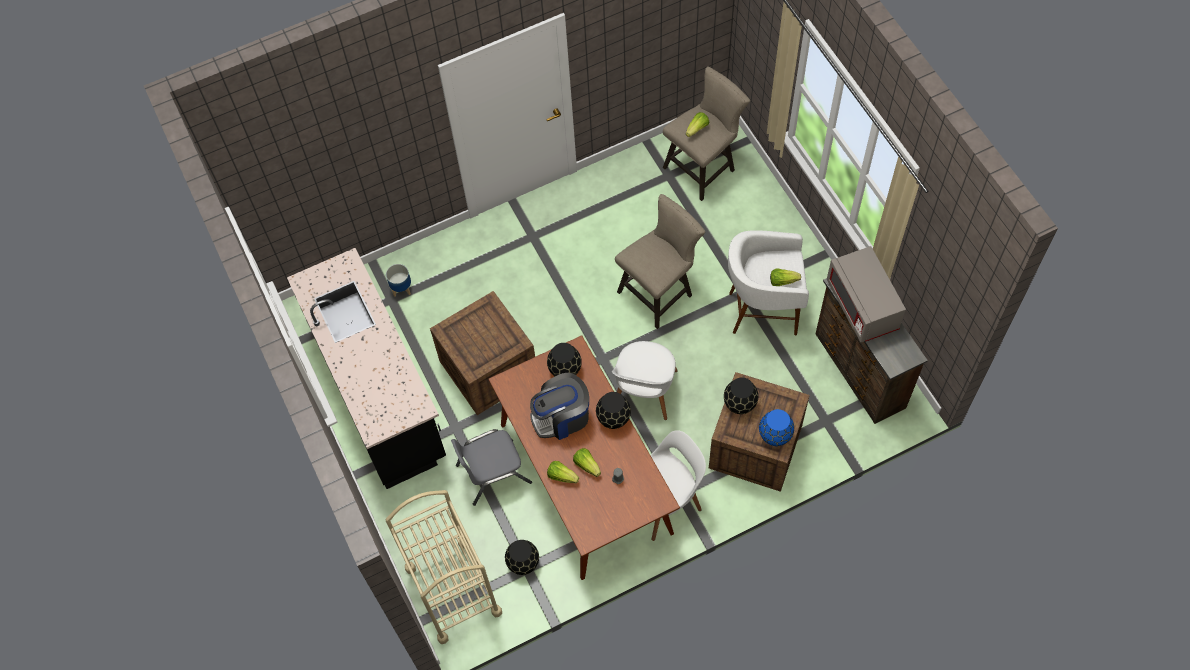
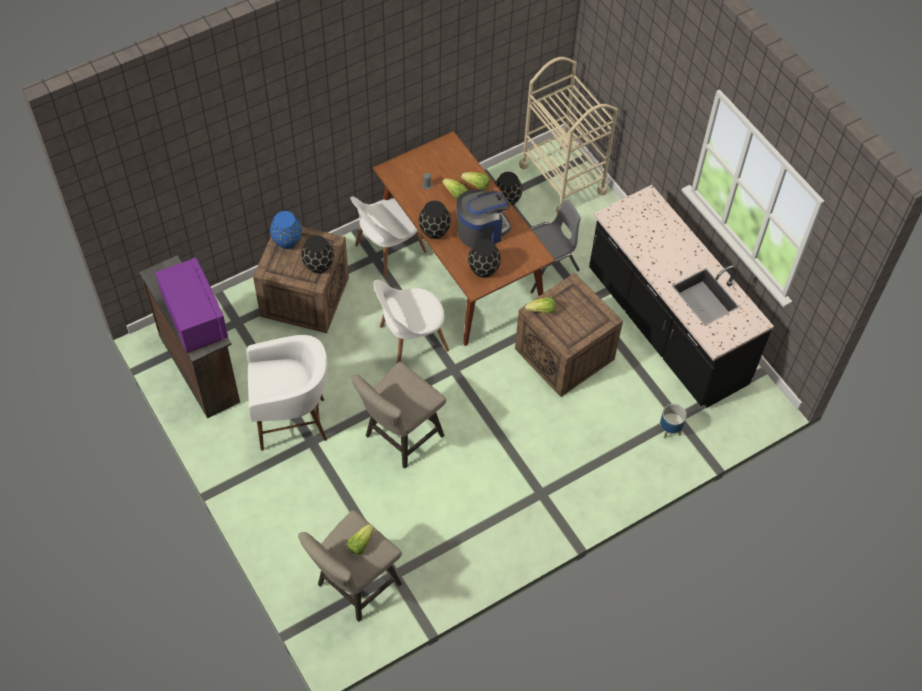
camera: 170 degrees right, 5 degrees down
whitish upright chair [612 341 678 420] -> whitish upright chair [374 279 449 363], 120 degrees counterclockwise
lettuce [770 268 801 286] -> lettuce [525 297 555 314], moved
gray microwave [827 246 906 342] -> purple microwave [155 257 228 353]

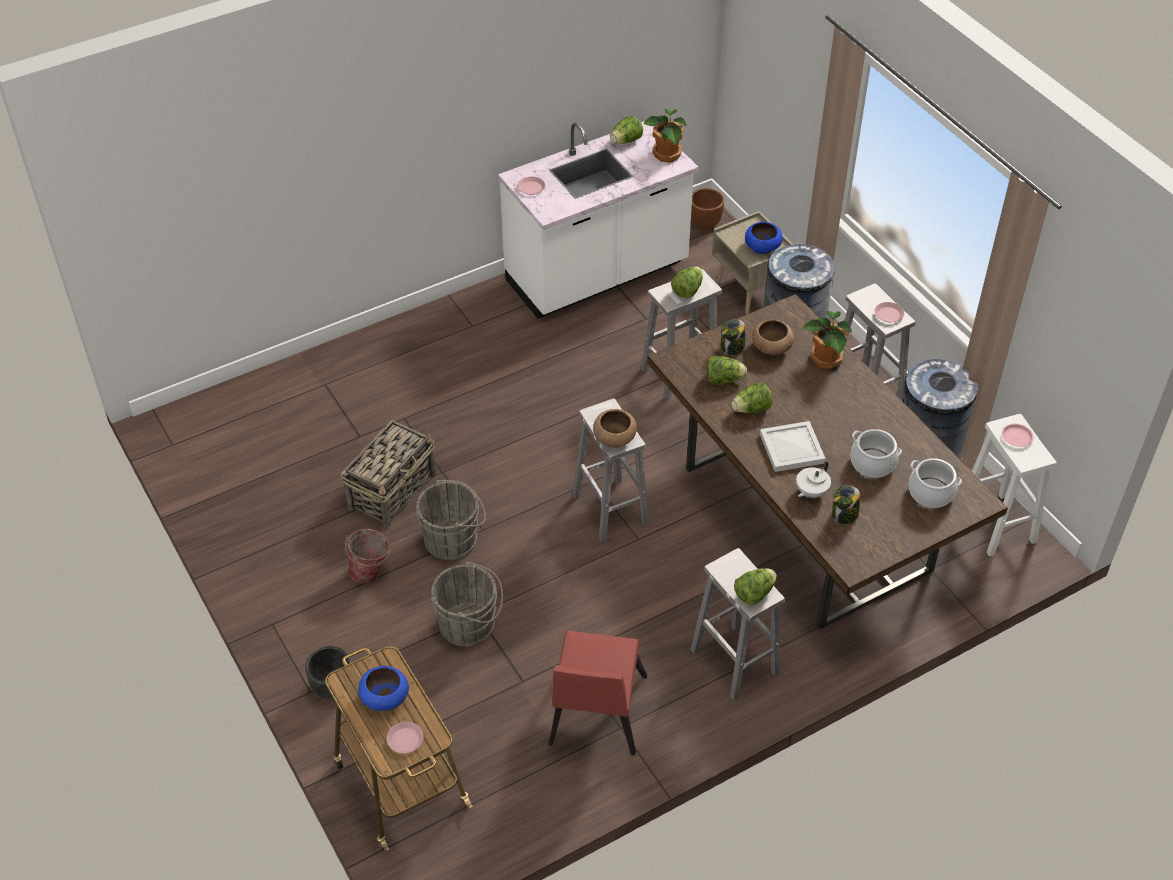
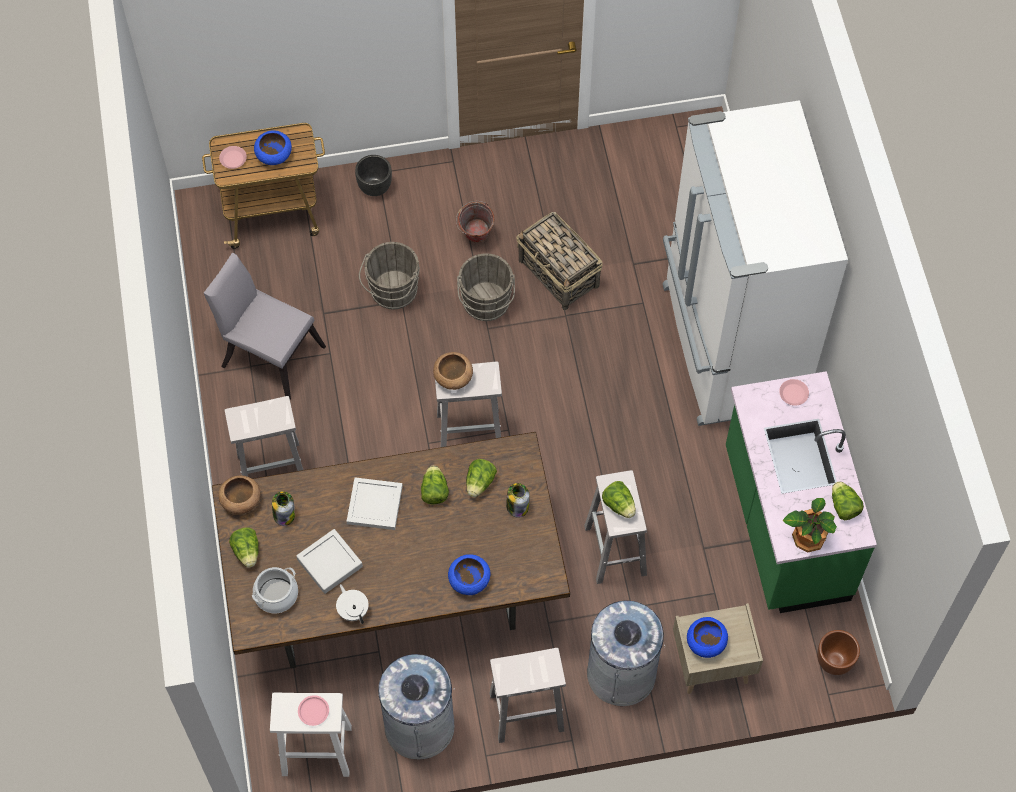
camera: 110 degrees right, 15 degrees up
whitish kitchen counter [498 121 699 319] -> greenish kitchen counter [726 371 877 613]
red upright chair [549 630 647 756] -> gray upright chair [204 253 326 400]
lettuce [734 568 777 605] -> lettuce [229 528 259 568], moved
brownish serving bowl [752 319 794 356] -> brownish serving bowl [218 475 260 515], moved
whitish tea pot [796 461 831 498] -> whitish tea pot [336 584 369 624], moved
houseplant [803 311 852 369] -> blue serving bowl [448 554 490 595]
saucepot [850 429 902 478] -> gray serving tray [296 529 363 594]
pink-coloured flat dish [875 302 904 322] -> none
none -> whitish kitchen fridge [662 100 848 426]

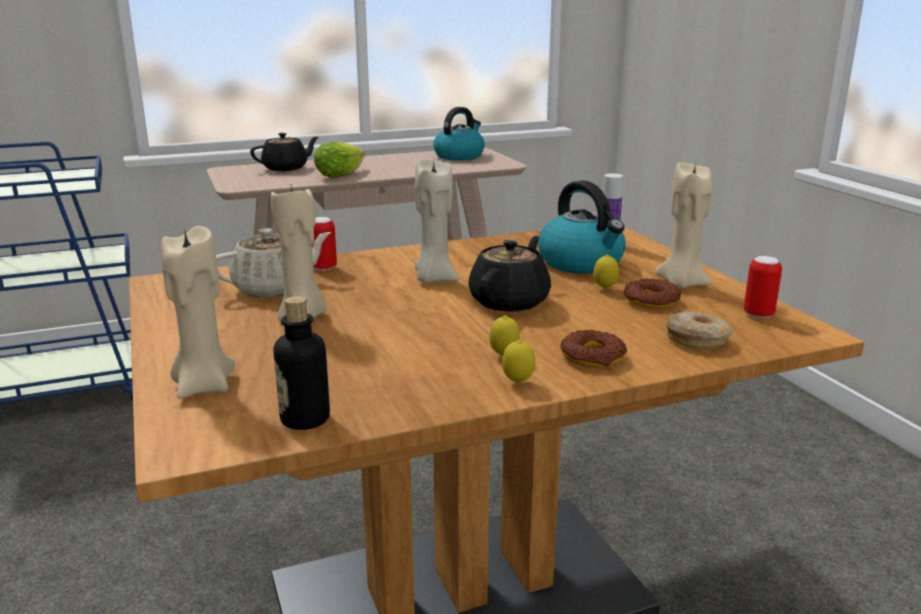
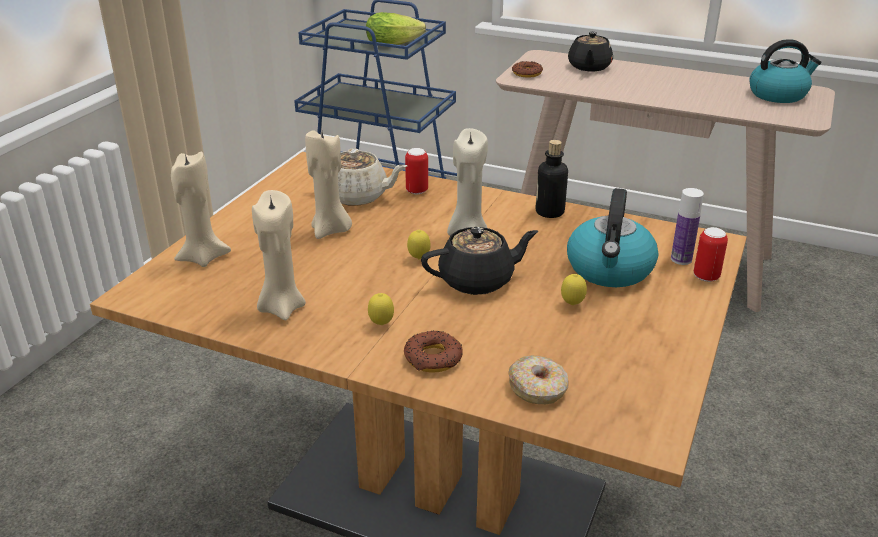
camera: 45 degrees right, 10 degrees up
blackish tea pot [250 133 319 171] -> blackish tea pot [568 32 613 71], 90 degrees clockwise
beverage bottle [273 296 330 430] -> beverage bottle [536 140 568 218], moved
lettuce [314 142 365 178] -> lettuce [366 12 426 45], moved
citrus fruit [502 340 535 384] -> citrus fruit [407 230 430 259], moved
doughnut [624 278 681 309] -> doughnut [512 61 543 78], moved
beige-coloured candle [655 162 712 289] -> beige-coloured candle [252 190 306 320], moved
metal can [744 256 782 319] -> metal can [694 227 728 282], moved

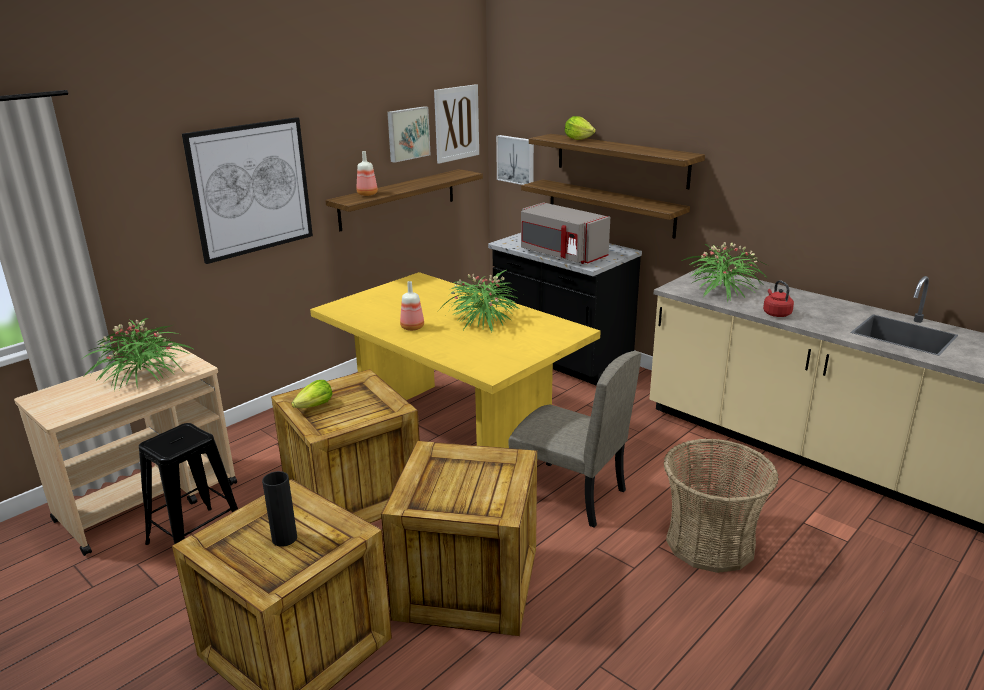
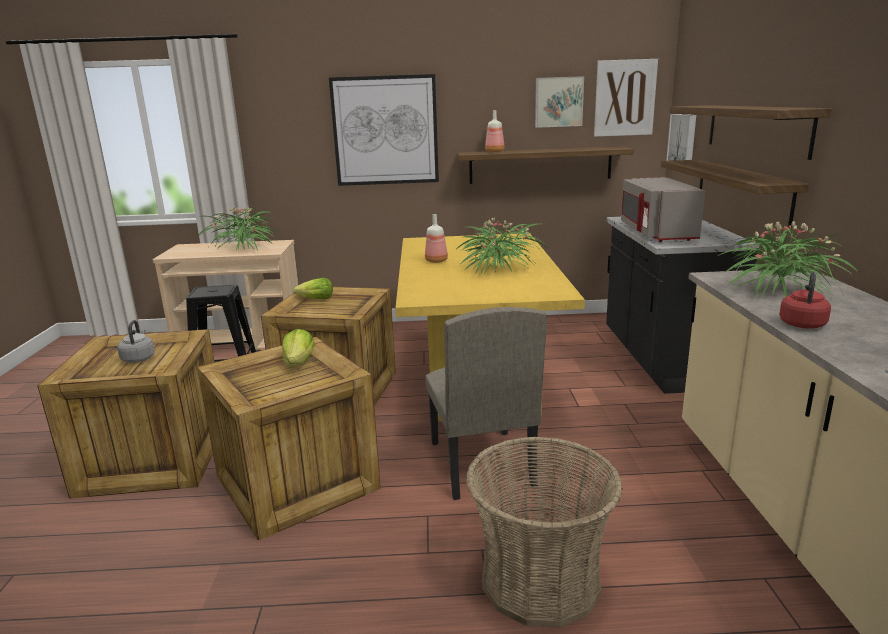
camera: 45 degrees right, 5 degrees down
blackish decorative vase [262 471 297 547] -> gray water kettle [117 320 155 363]
lettuce [565 116 596 140] -> lettuce [282 329 315 366], moved

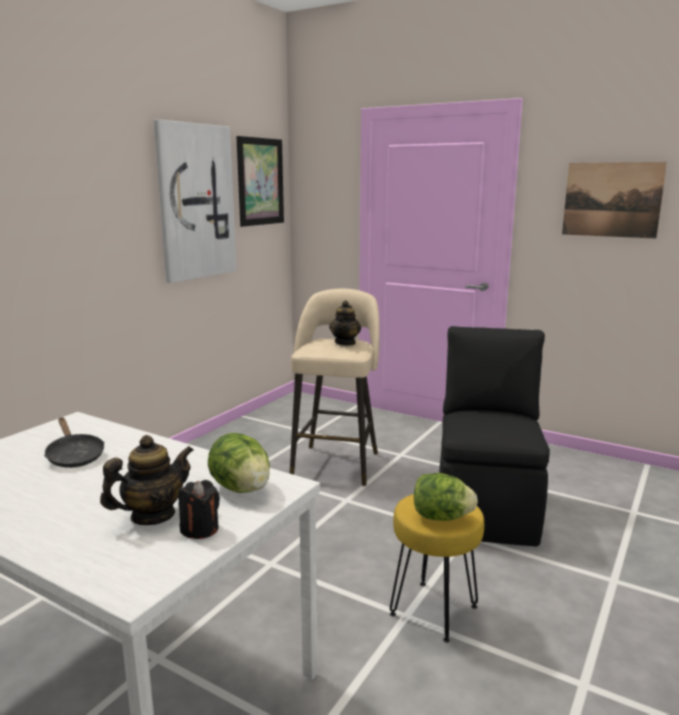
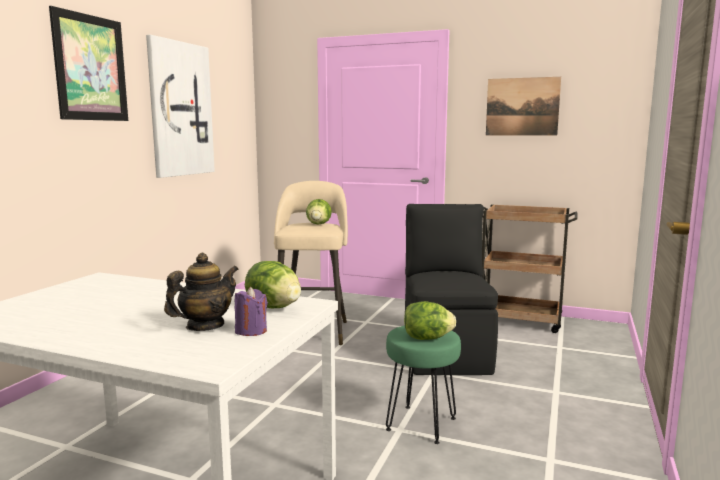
camera: 10 degrees left, 5 degrees down
blackish pan [44 417 104 468] -> none
blackish candle [178 480 220 539] -> purple candle [235 287 268 336]
picture [236 136 284 227] -> picture [49 6 128 121], moved
tea pot [329 300 361 345] -> lettuce [306 199 332 224]
yellowish stool seat [390 494 484 643] -> greenish stool seat [386 326 461 444]
none -> brownish wheeled cart [482 204 578 333]

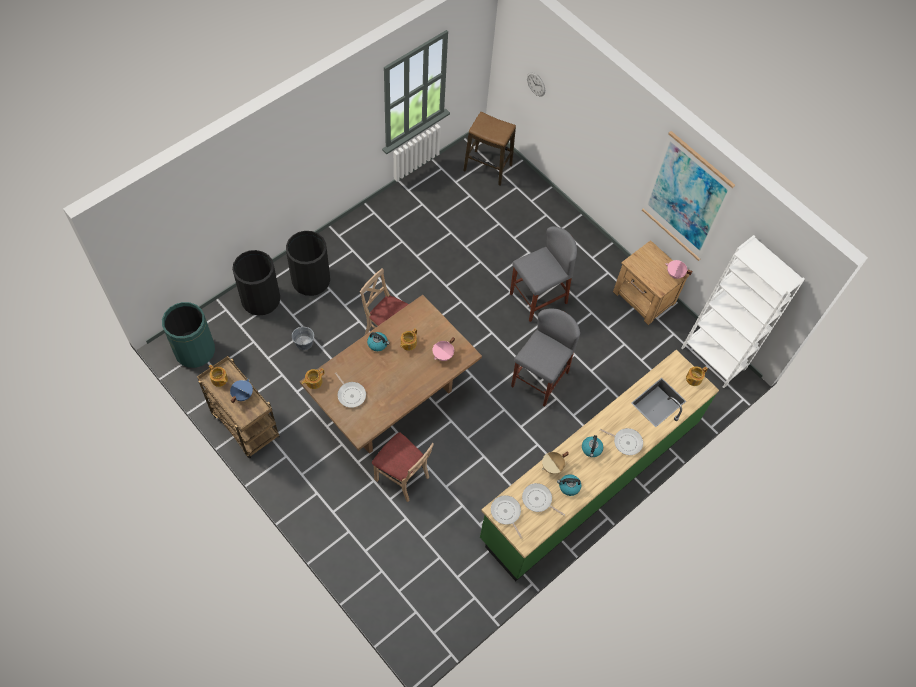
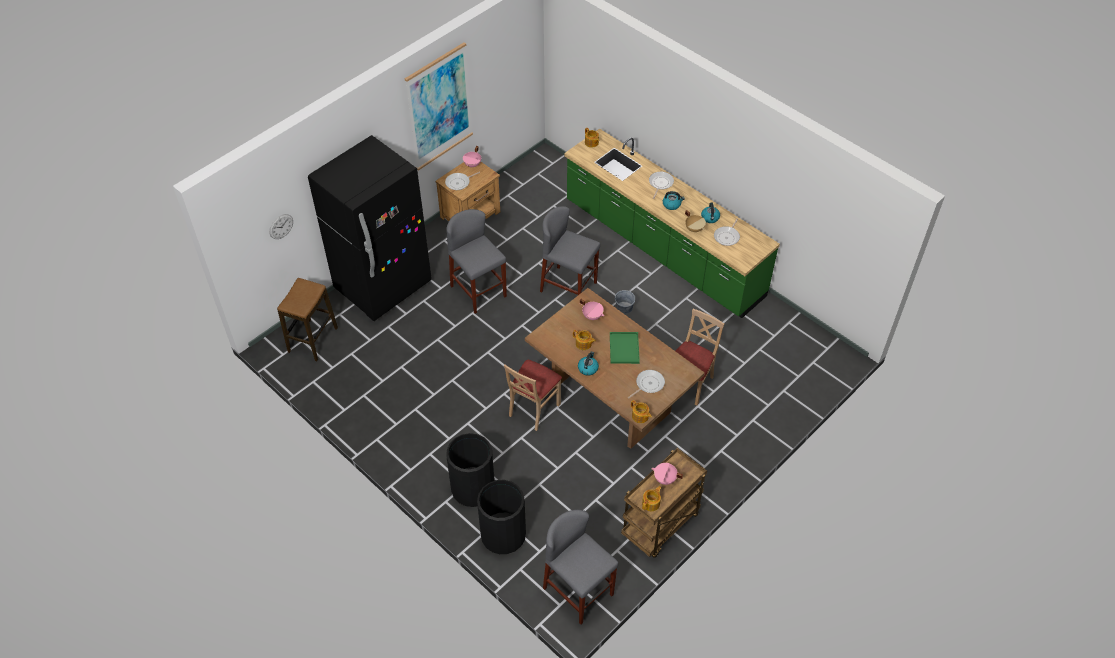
camera: 90 degrees left, 10 degrees down
greenish waste bin [162 302 215 368] -> gray stool seat [543 510 618 624]
blue saucepot [230 379 253 404] -> pink-coloured saucepot [652 463 683 485]
gray pail [292 325 314 350] -> gray pail [615 290 635 314], moved
pan [491 495 522 538] -> pan [445 172 480 190], moved
whitish bookshelf [681 235 805 388] -> none
none -> blackish kitchen fridge [308 135 432 321]
none -> greenish serving tray [610 332 640 364]

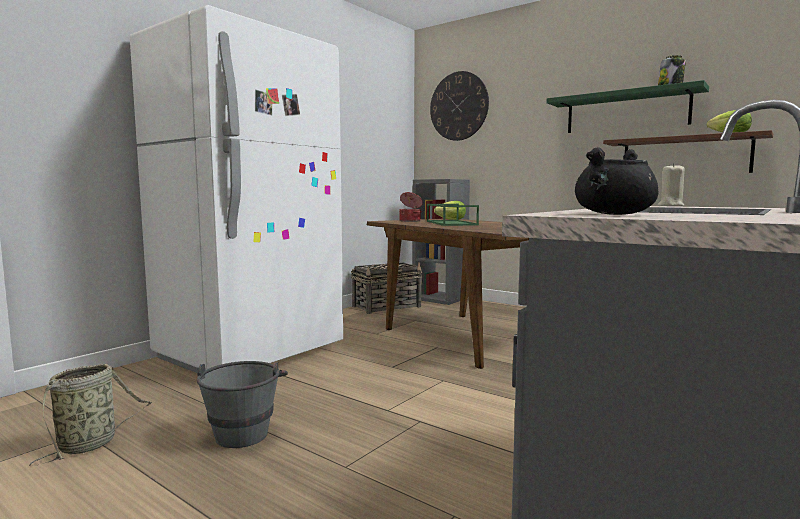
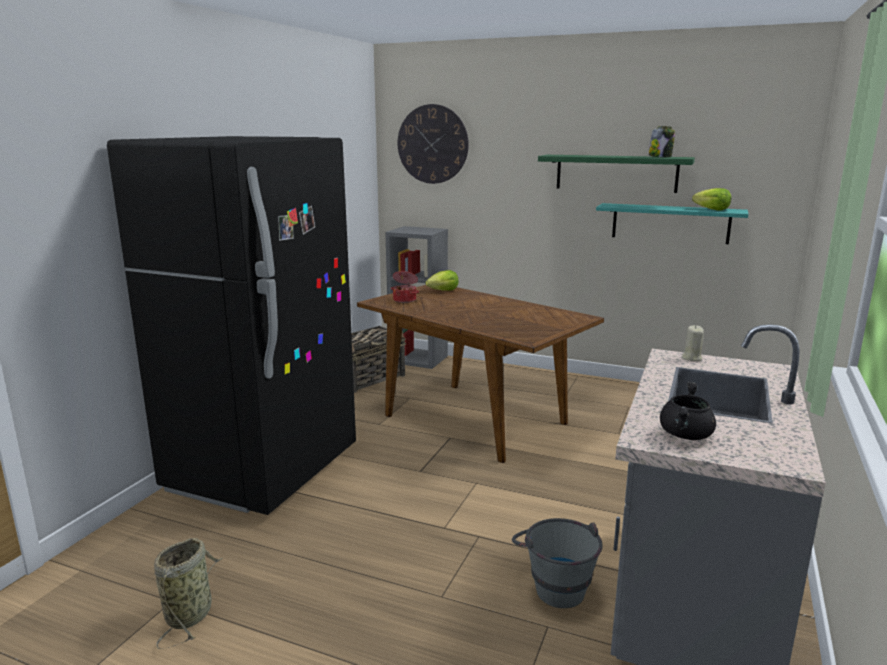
camera: 15 degrees left, 10 degrees up
whitish kitchen fridge [130 5 343 373] -> blackish kitchen fridge [107 136 356 515]
gray pail [197 361 288 448] -> gray pail [512 518 603 608], moved
greenish serving tray [427 204 479 226] -> none
brownish bracket shelf [603 130 773 173] -> blue-green bracket shelf [596 203 748 244]

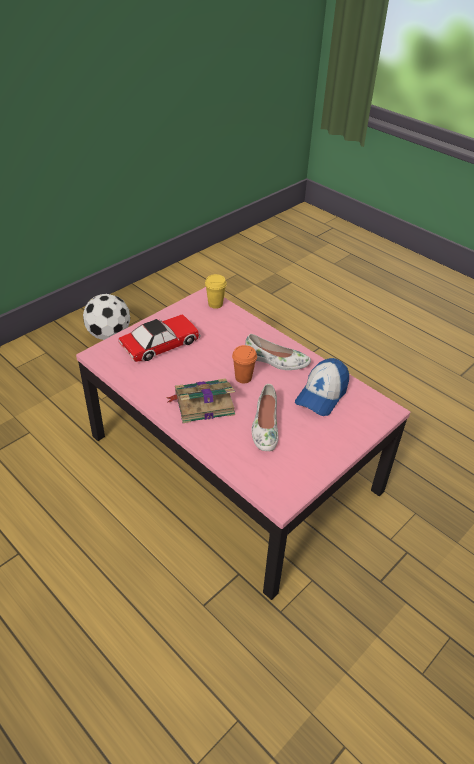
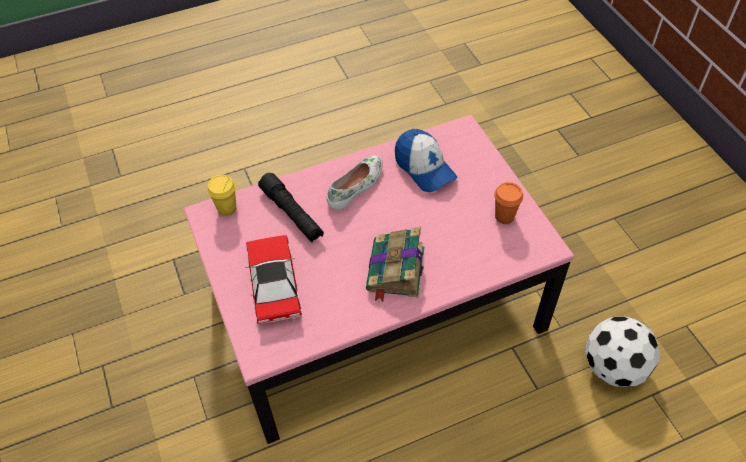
camera: 65 degrees left, 10 degrees up
ball for football [83 294 130 340] -> ball for football [585 316 660 387], moved
orangey drinking cup [232 345 257 384] -> orangey drinking cup [494 182 523 224], moved
whitish item of footwear [251 384 278 451] -> none
none -> blackish torch [258 173 324 242]

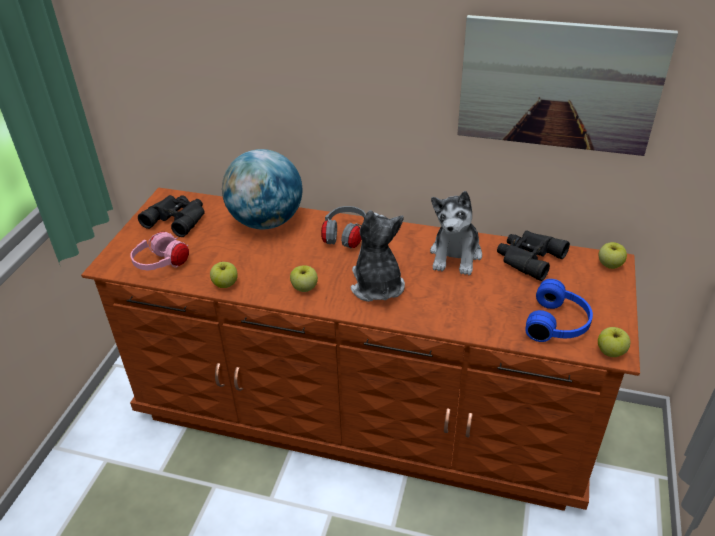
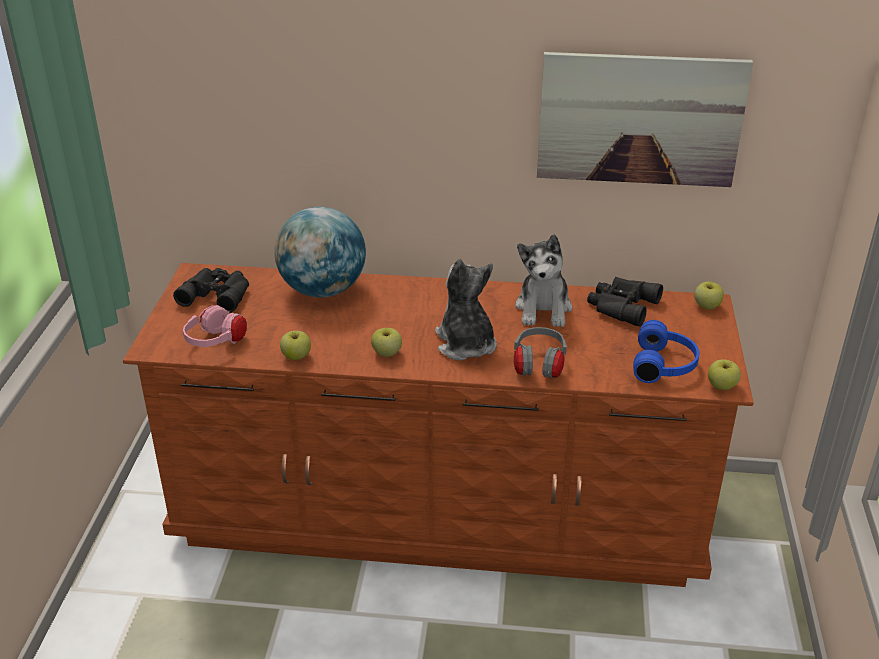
camera: 10 degrees left, 5 degrees down
gray pair of headphones [321 206 366 248] -> gray pair of headphones [514 327 567 378], moved

